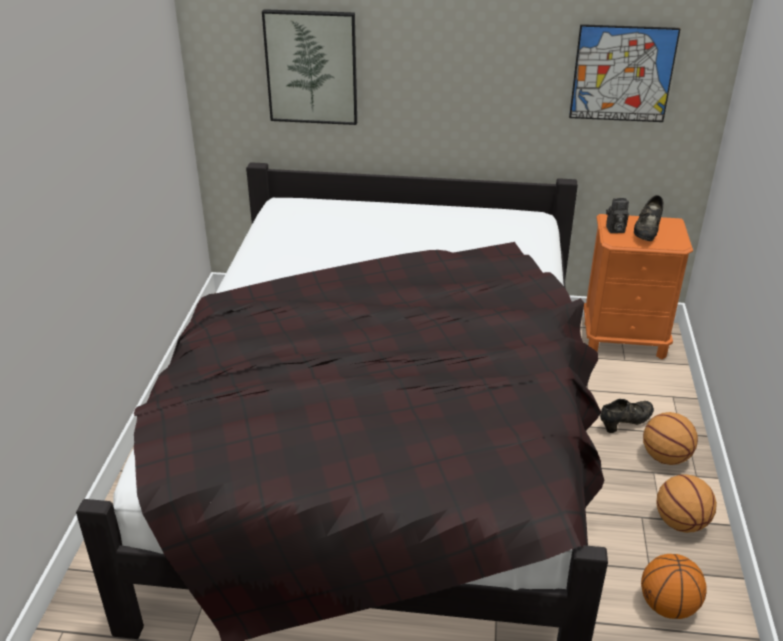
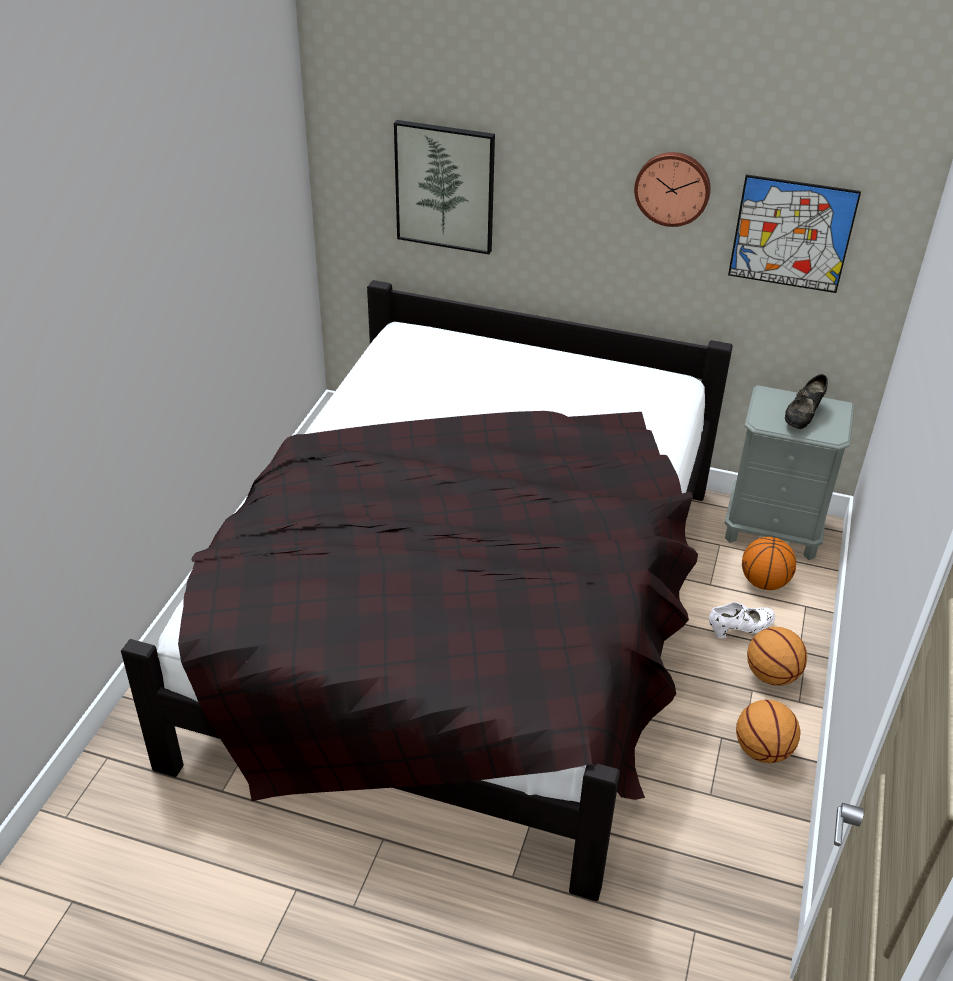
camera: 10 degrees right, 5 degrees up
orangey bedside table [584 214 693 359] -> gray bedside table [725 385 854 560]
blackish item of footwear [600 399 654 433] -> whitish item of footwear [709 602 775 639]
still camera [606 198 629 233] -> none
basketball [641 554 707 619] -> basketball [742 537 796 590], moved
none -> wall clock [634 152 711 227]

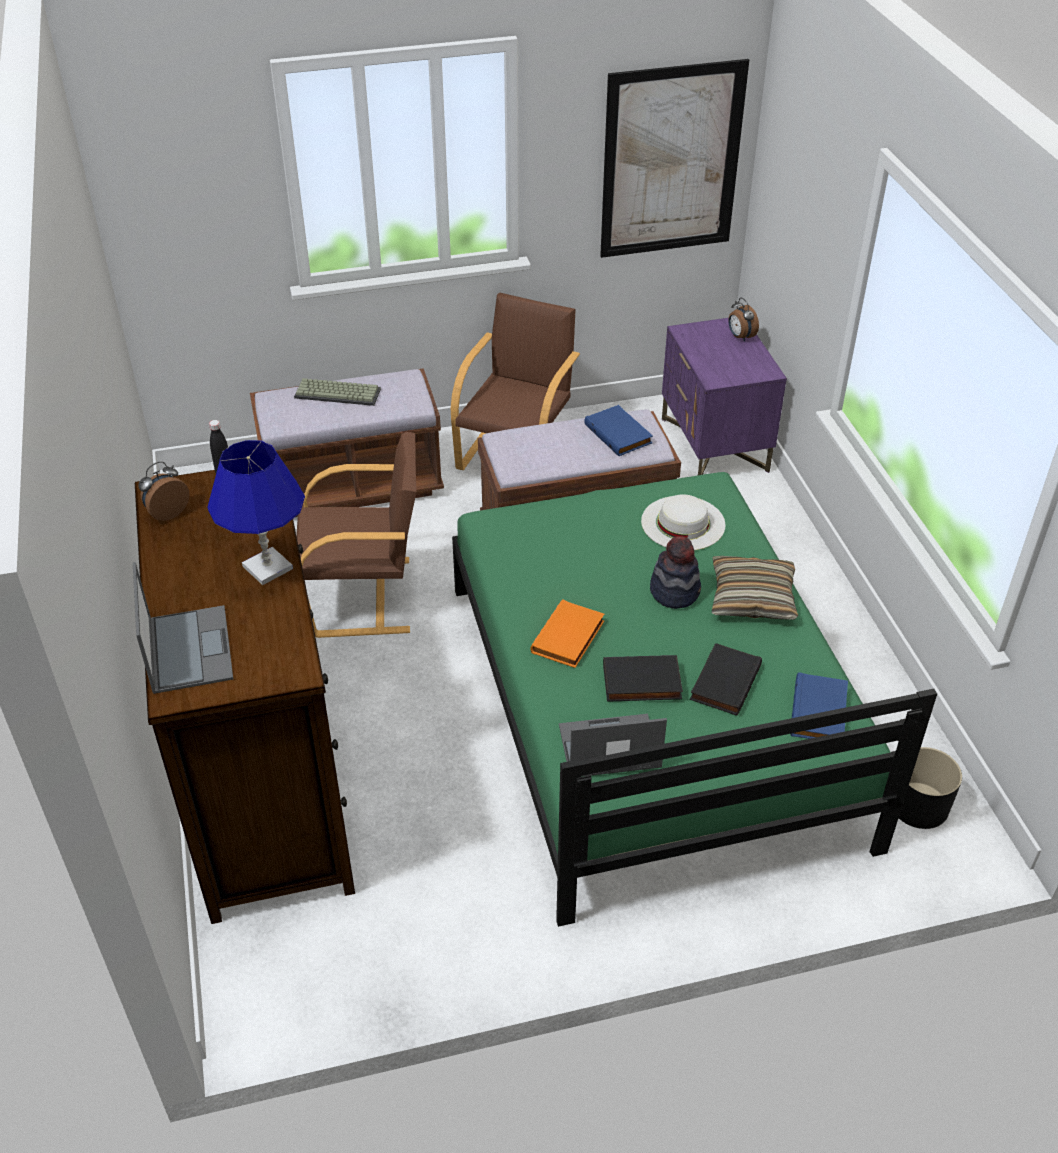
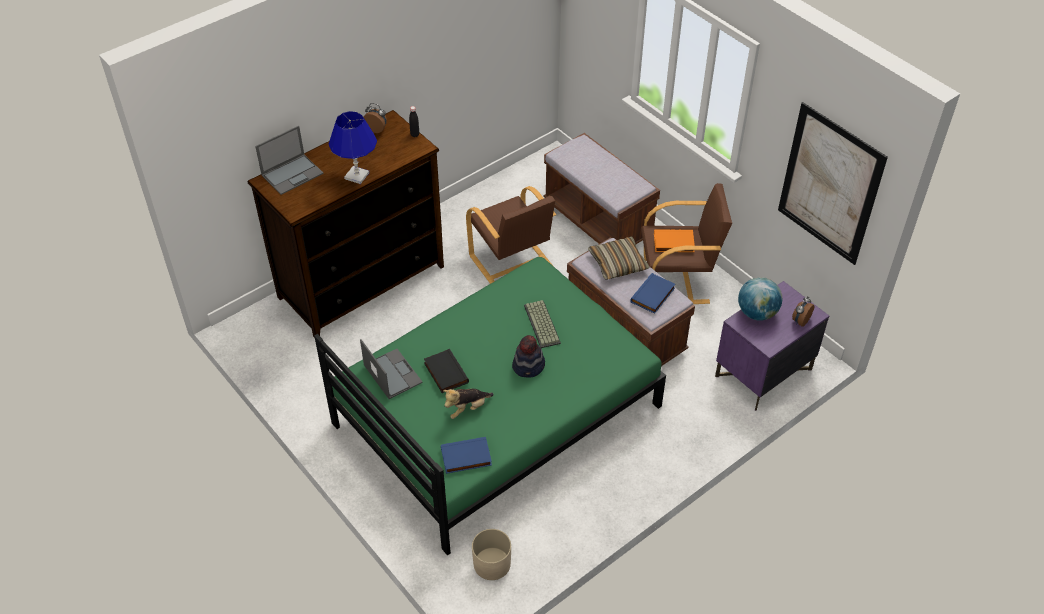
camera: 65 degrees right, 5 degrees up
PC keyboard [294 378 381 406] -> PC keyboard [524 300 561 348], moved
orangey bound book [531 599 604 668] -> orangey bound book [654 229 695 252], moved
whitish hat [641 494 725 550] -> none
blackish bound book [690 643 762 716] -> soft toy [443 389 494 419]
pillow [712 556 798 620] -> pillow [588 237 650 280], moved
blackish plant pot [899 747 962 829] -> beige-coloured plant pot [472 529 511 580]
none -> world globe [738 277 782 321]

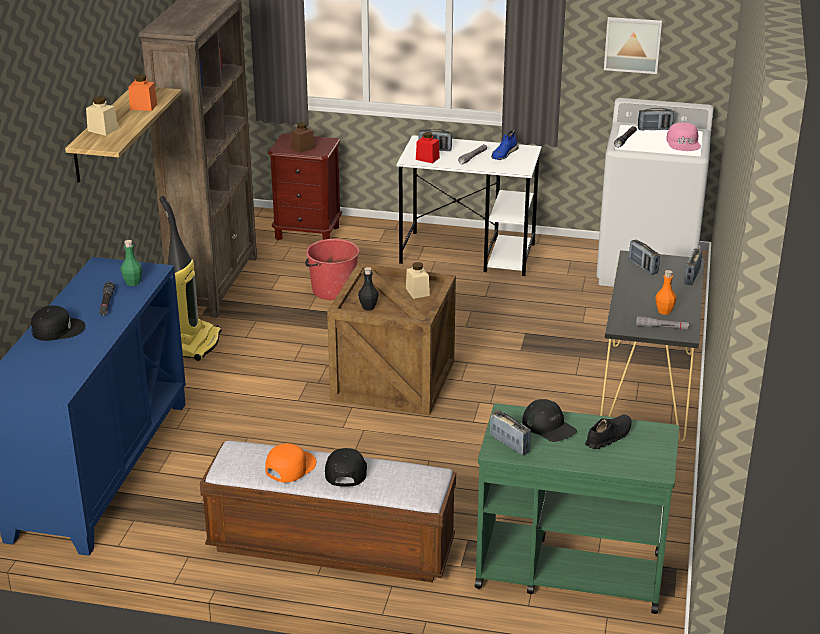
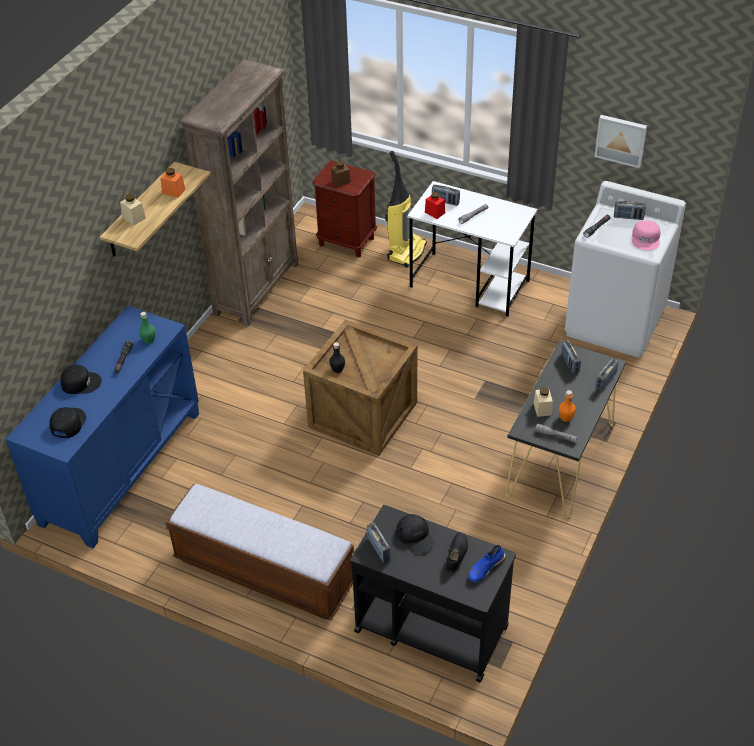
camera: 15 degrees right, 15 degrees up
hoover [159 196 222 361] -> hoover [385 151 427 267], moved
orangey baseball cap [265 443 316 483] -> none
red pail [305 239 360 300] -> none
blackish baseball cap [325 448 367 487] -> blackish baseball cap [49 407 86 438], moved
beige-coloured storage jar [406 262 430 299] -> beige-coloured storage jar [534 387 553 417], moved
greenish wheeled cart [475 403 679 614] -> blackish wheeled cart [350 505 516 682]
blue item of footwear [491 131 519 160] -> blue item of footwear [468 545 506 583], moved
blackish item of footwear [585 414 631 449] -> blackish item of footwear [445 532 468 574], 45 degrees counterclockwise

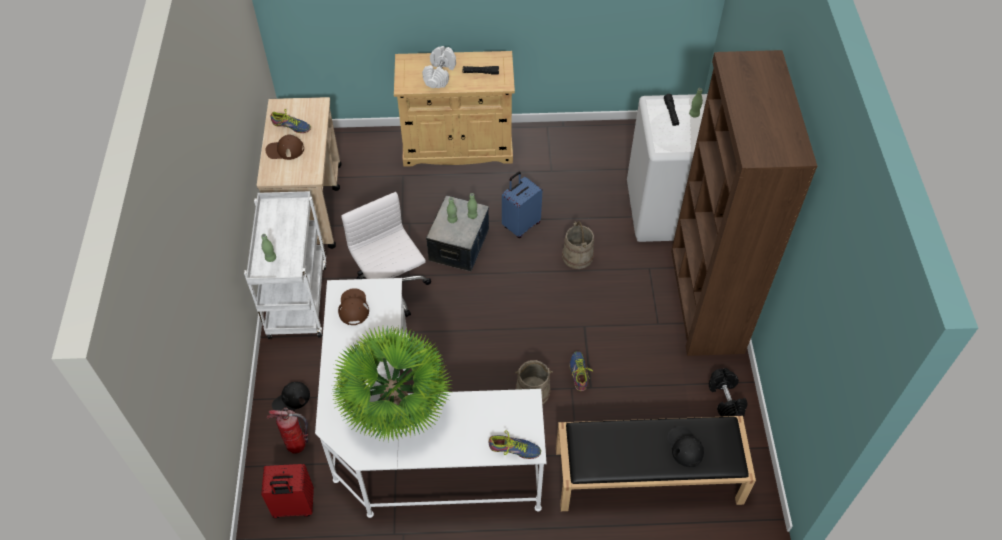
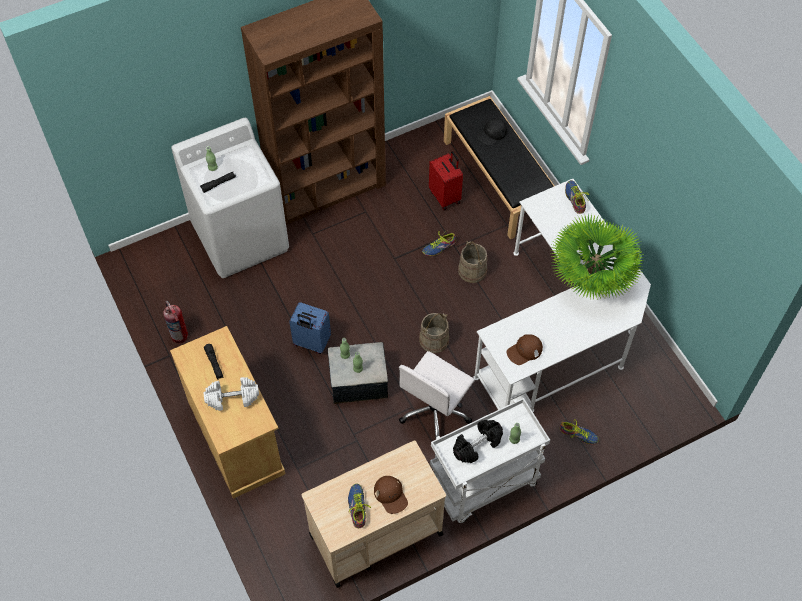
camera: 115 degrees left, 5 degrees up
red piece of luggage [261 464 314 518] -> red piece of luggage [429 151 463 211], moved
fire-fighting cylinder [267 408 308 454] -> fire-fighting cylinder [163 301 188 343], moved
blackish baseball cap [272 382 310 411] -> item of footwear [560 419 599 445]
beige-coloured pail [562 221 594 269] -> beige-coloured pail [419 313 449 353], moved
blackish dumbbell [709 368 748 417] -> blackish dumbbell [453 420 503 463], moved

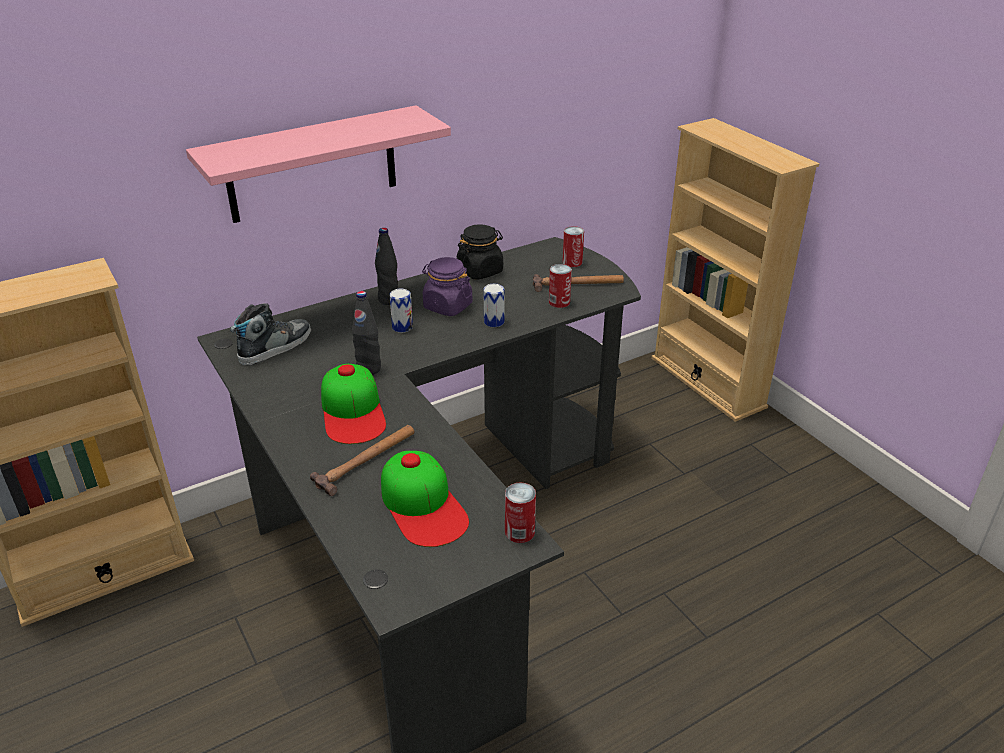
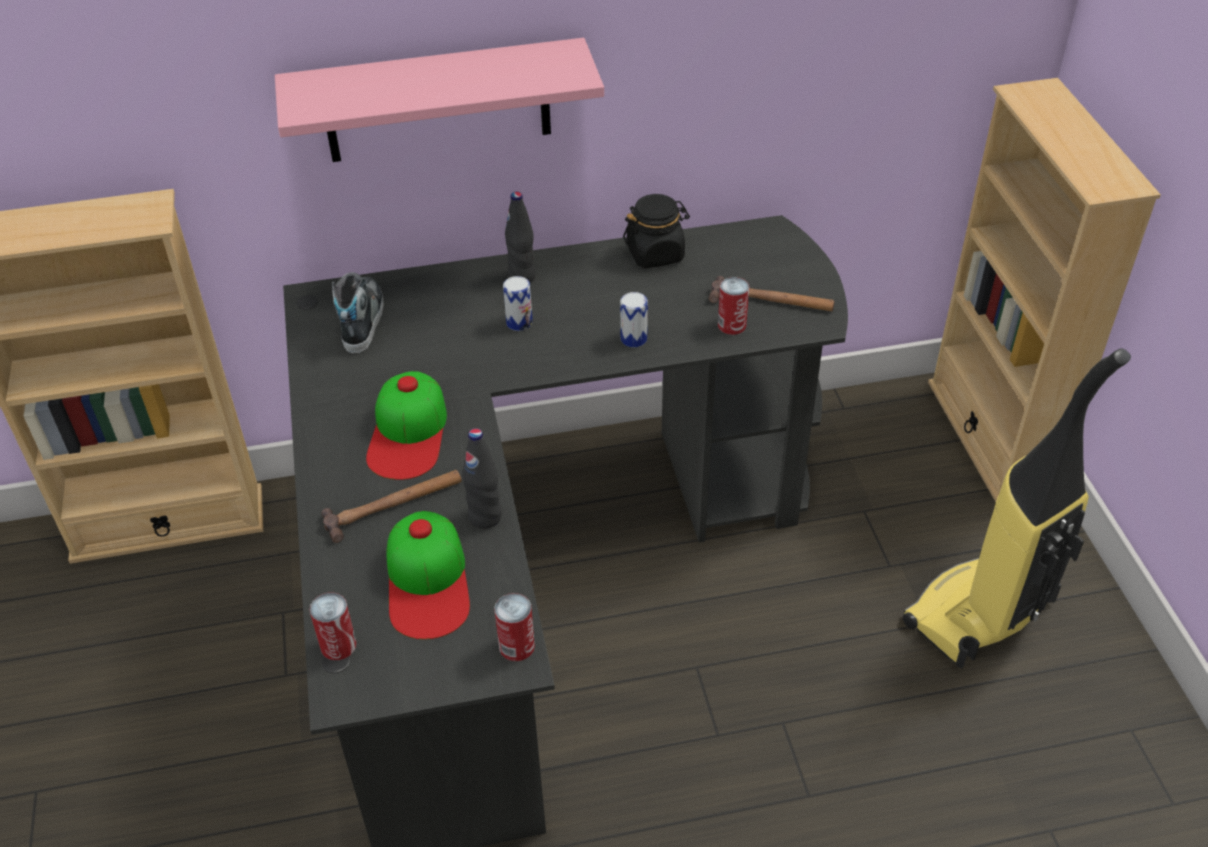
camera: 20 degrees right, 10 degrees up
item of footwear [230 303 311 366] -> item of footwear [332 272 384 354], 60 degrees counterclockwise
blackish beverage bottle [352 291 381 375] -> blackish beverage bottle [462 428 502 529], moved
purple storage jar [422 257 472 316] -> none
metal can [563 226 584 267] -> metal can [310 592 357 660], moved
none -> hoover [903 348 1131 669]

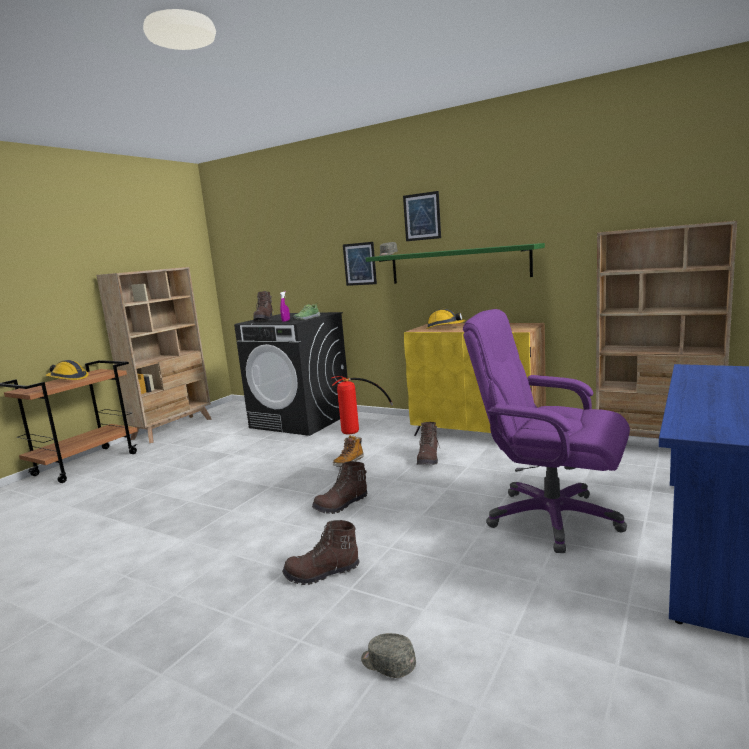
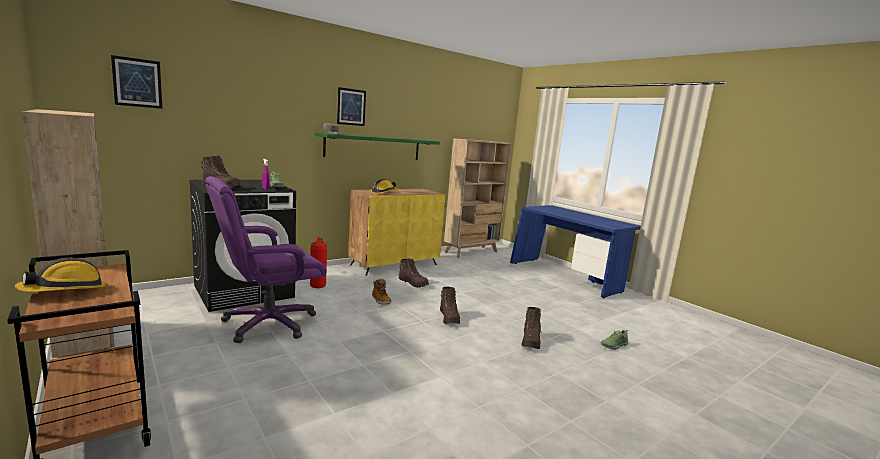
camera: 70 degrees left, 0 degrees up
picture [343 242 377 286] -> picture [111 55 162 109], moved
gray baseball cap [361 633 416 678] -> item of footwear [601 330 629 350]
purple computer chair [463 309 630 553] -> purple computer chair [205 176 327 343], moved

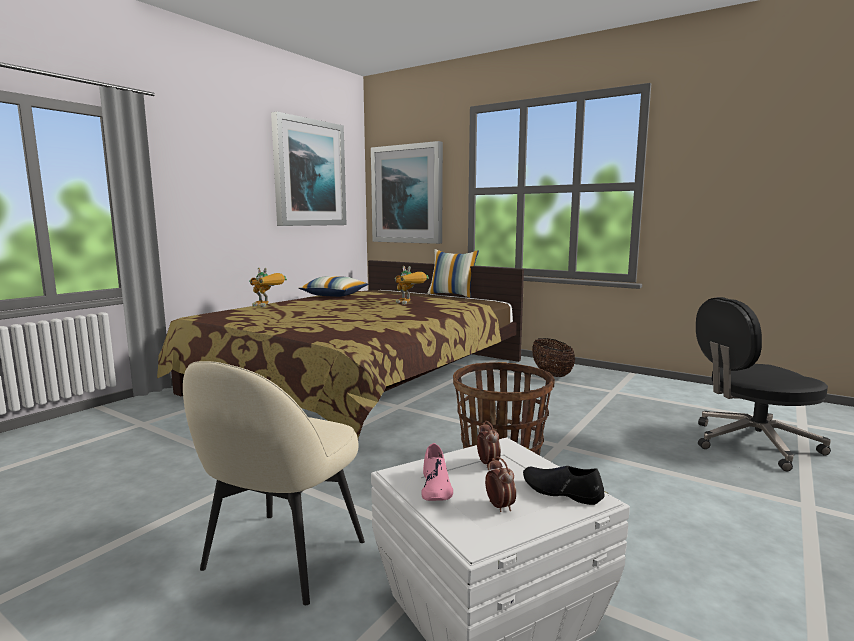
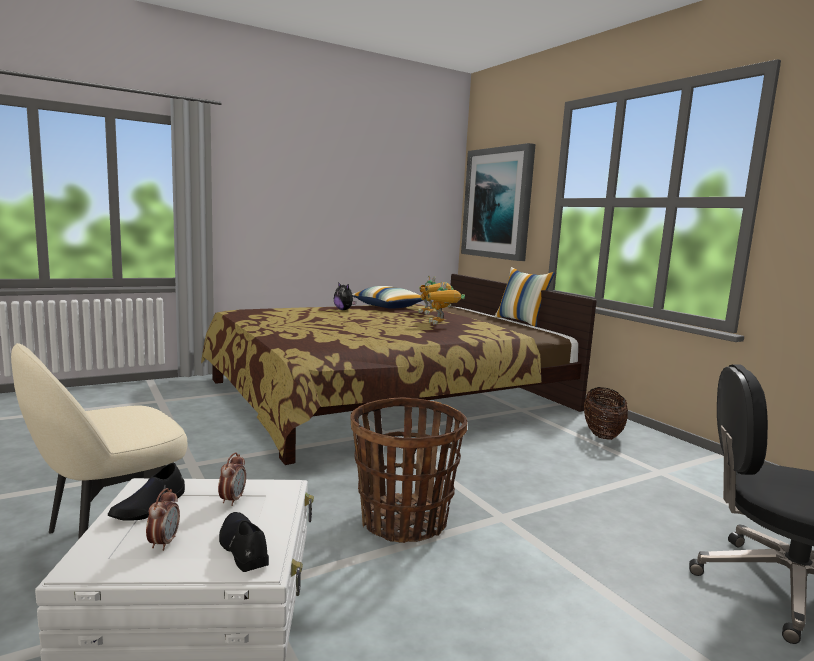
camera: 25 degrees right, 0 degrees up
toy robot [249 267 287 307] -> toy robot [418 275 453 315], moved
picture [271 112 347 226] -> none
pink-coloured item of footwear [422 443 453 501] -> blackish item of footwear [108 463 185 521]
none -> soft toy [334 282 356 310]

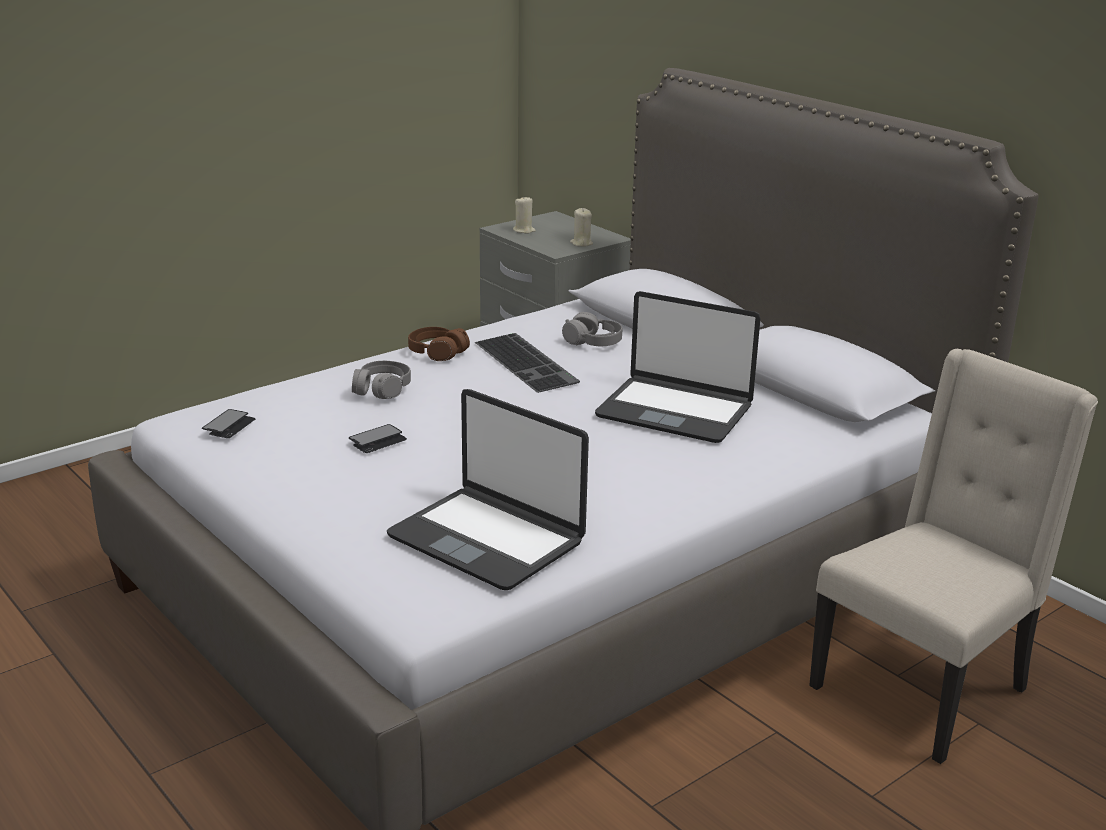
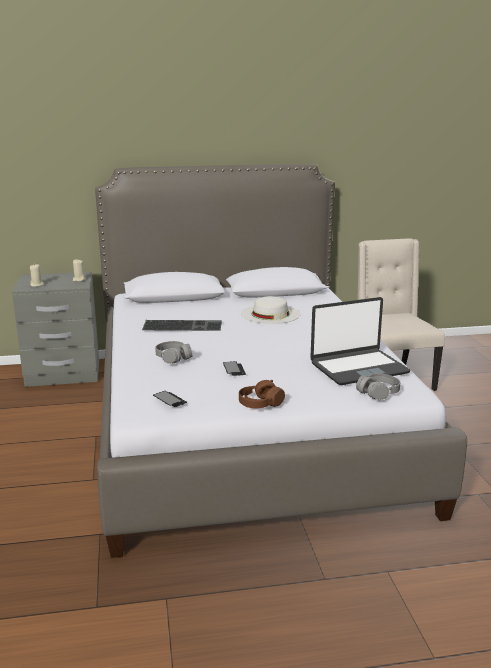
camera: 60 degrees left, 5 degrees down
brownish pair of headphones [408 327 470 361] -> brownish pair of headphones [239 380 285 408], moved
gray pair of headphones [562 312 623 346] -> gray pair of headphones [356 374 400 400], moved
laptop [595 291 760 443] -> whitish hat [241 296 300 324]

